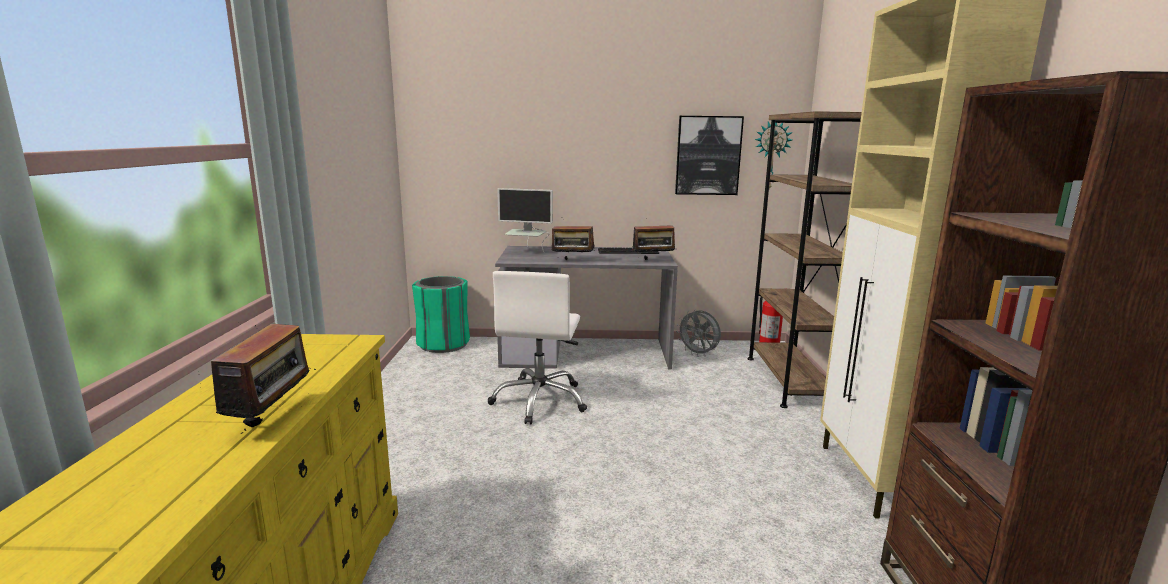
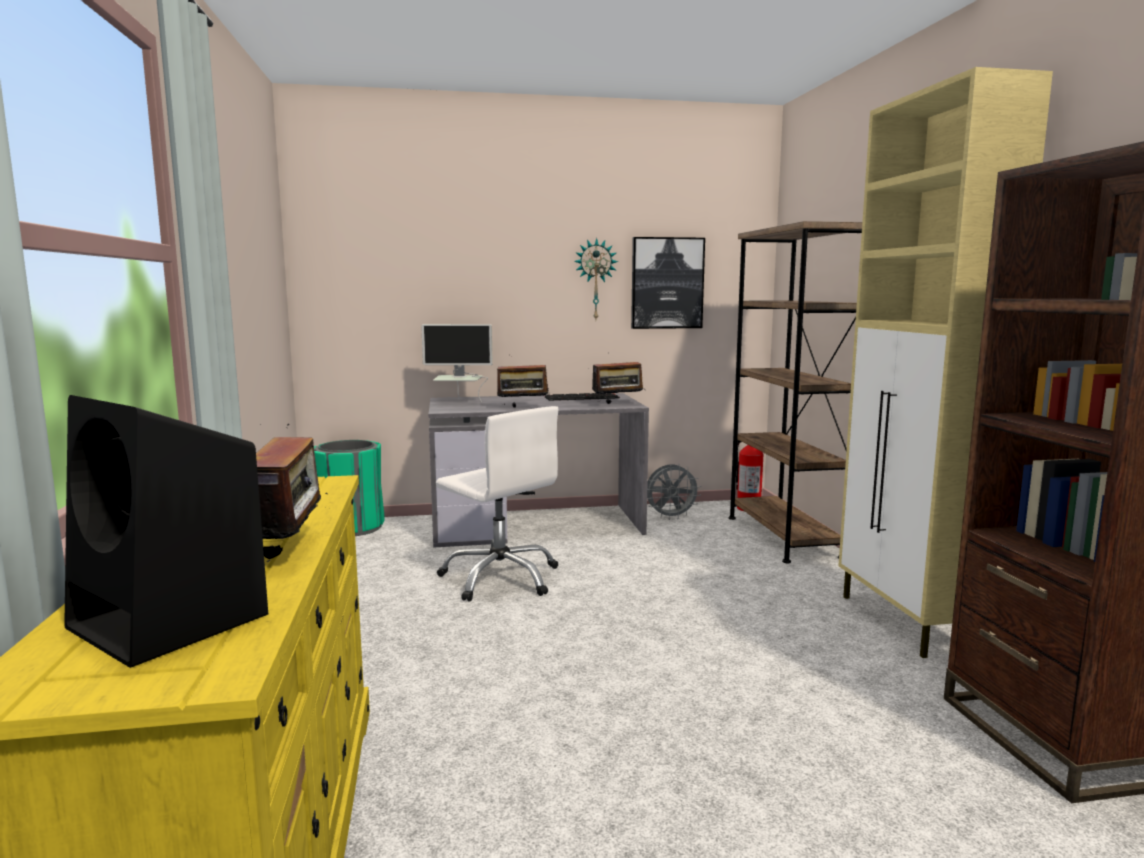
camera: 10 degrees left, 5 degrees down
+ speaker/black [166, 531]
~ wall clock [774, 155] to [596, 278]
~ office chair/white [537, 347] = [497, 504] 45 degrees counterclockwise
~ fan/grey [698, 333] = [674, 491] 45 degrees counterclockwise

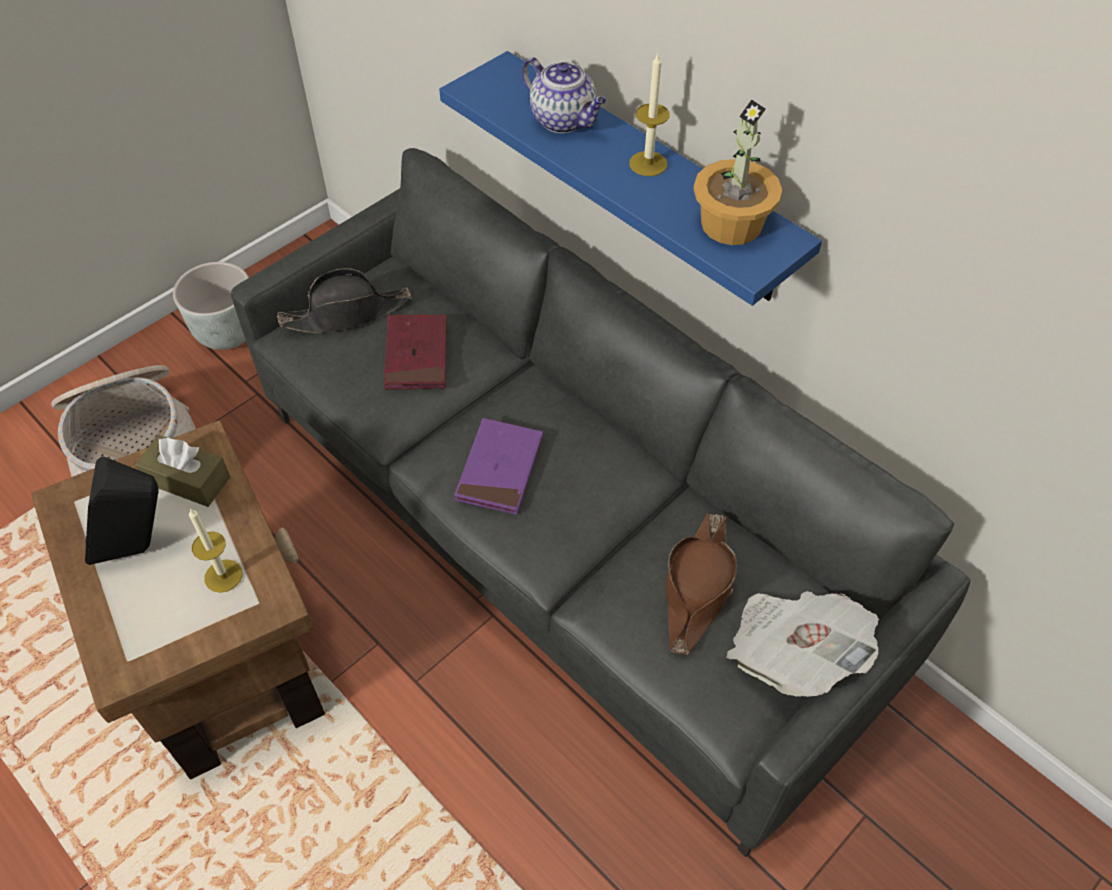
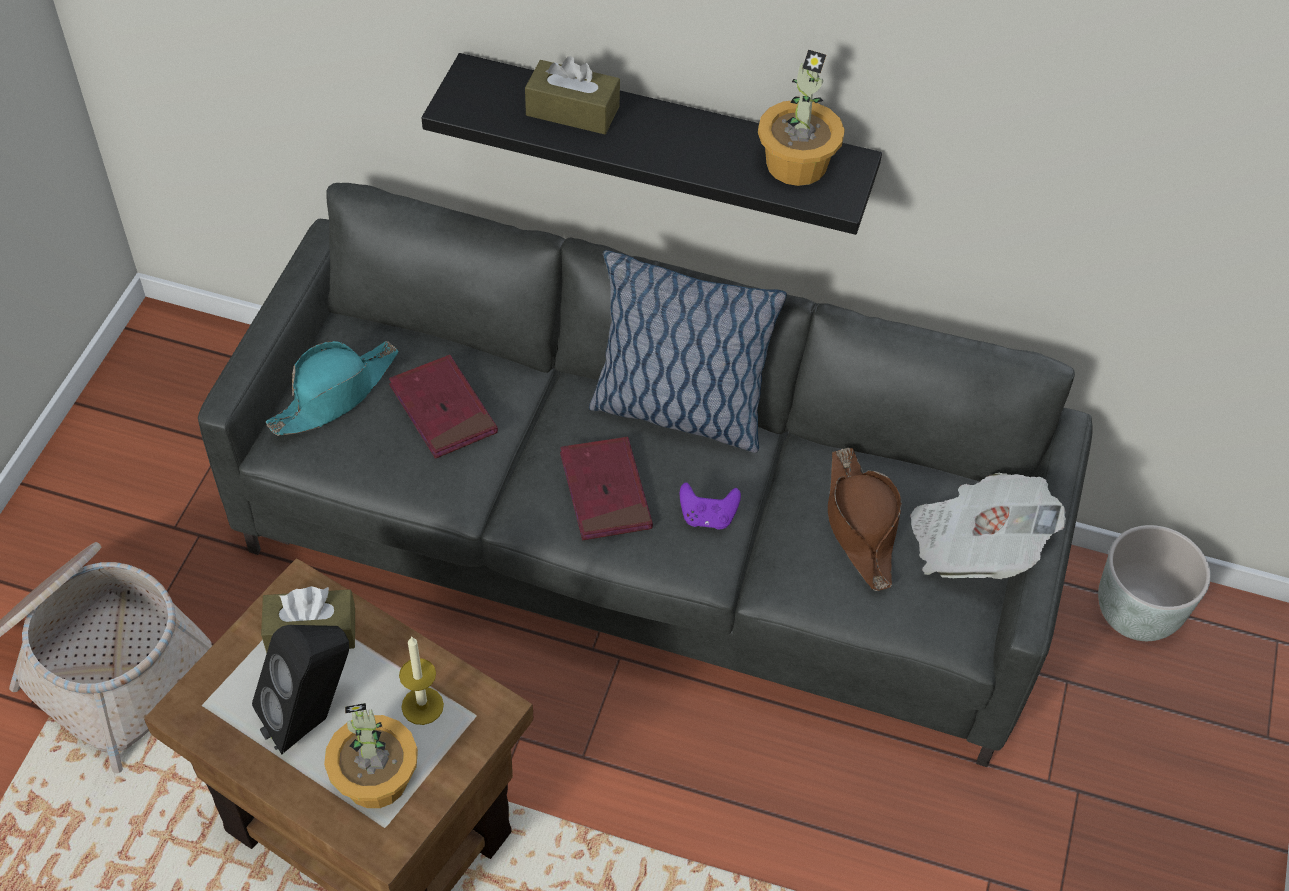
camera: 30 degrees left, 0 degrees up
- candle [649, 115]
+ potted plant [371, 755]
+ pillow [688, 351]
+ game controller/purple [710, 506]
~ planter/grey [211, 306] to [1154, 583]
~ teapot [564, 95] to tissue box/brown [572, 95]
~ hat/black [344, 300] to hat/turquoise [332, 388]
~ shelf/blue [630, 178] to shelf/black [652, 144]
~ book/purple [498, 466] to book/red [606, 488]

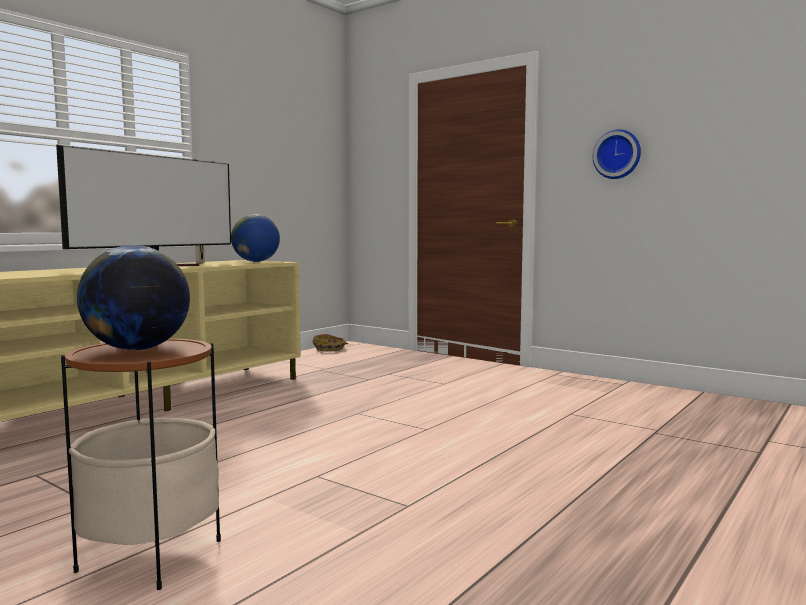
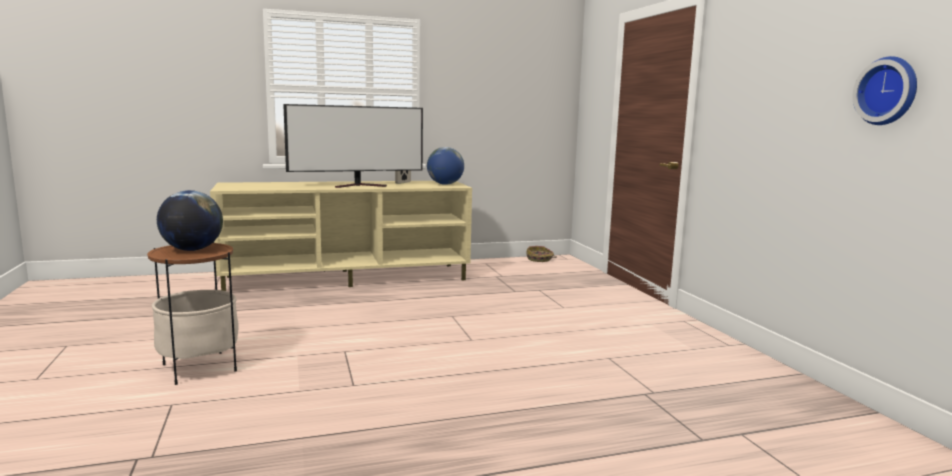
camera: 35 degrees right, 5 degrees up
~ wall clock [617, 154] to [884, 90]

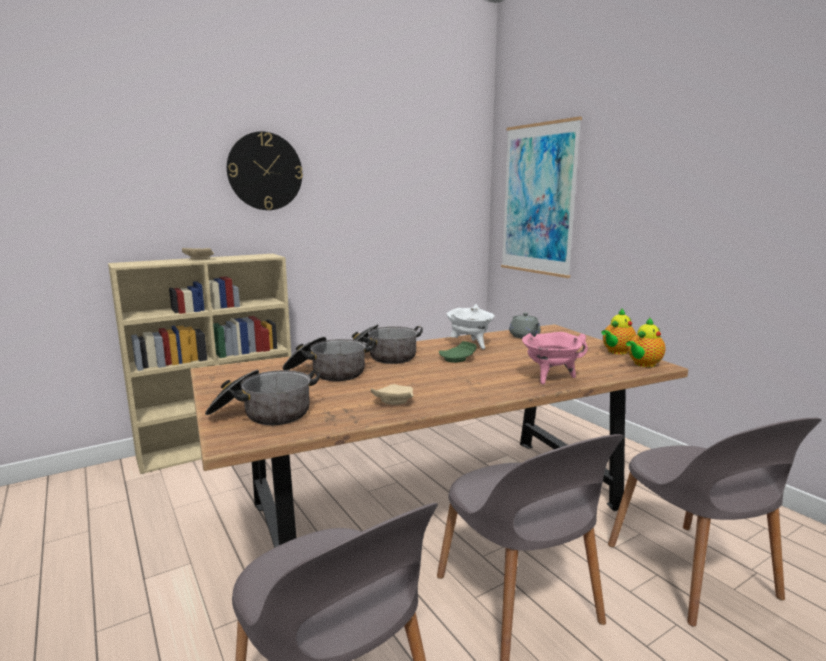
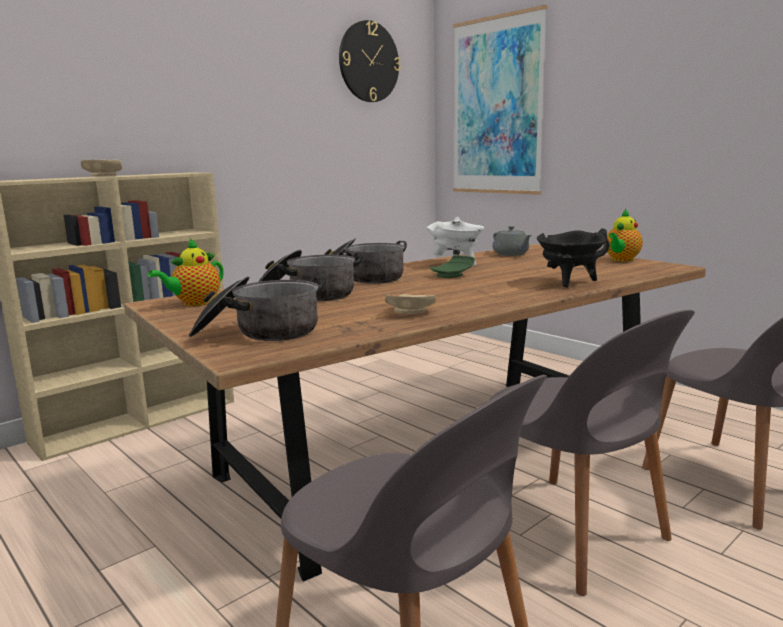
camera: 10 degrees left, 0 degrees up
~ wall clock [265, 170] to [369, 61]
~ teapot [645, 342] to [186, 272]
~ cooking pot/pink [555, 358] to cooking pot/black [573, 258]

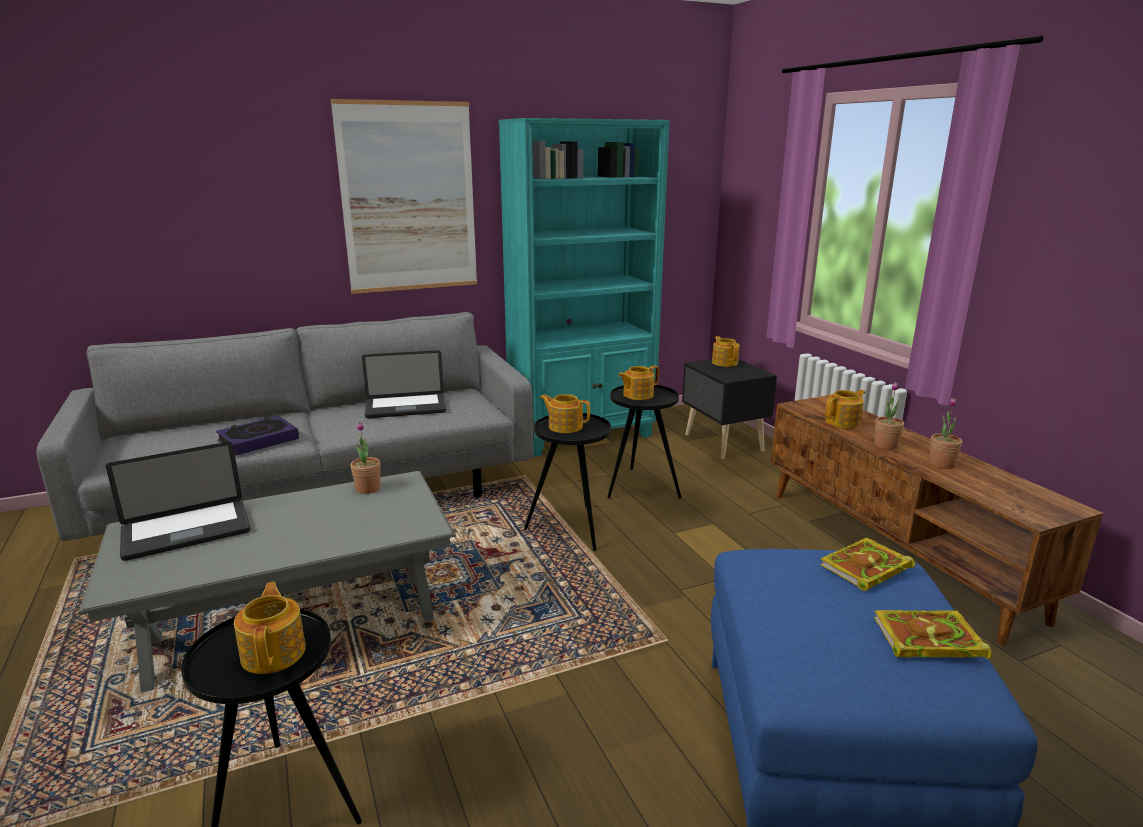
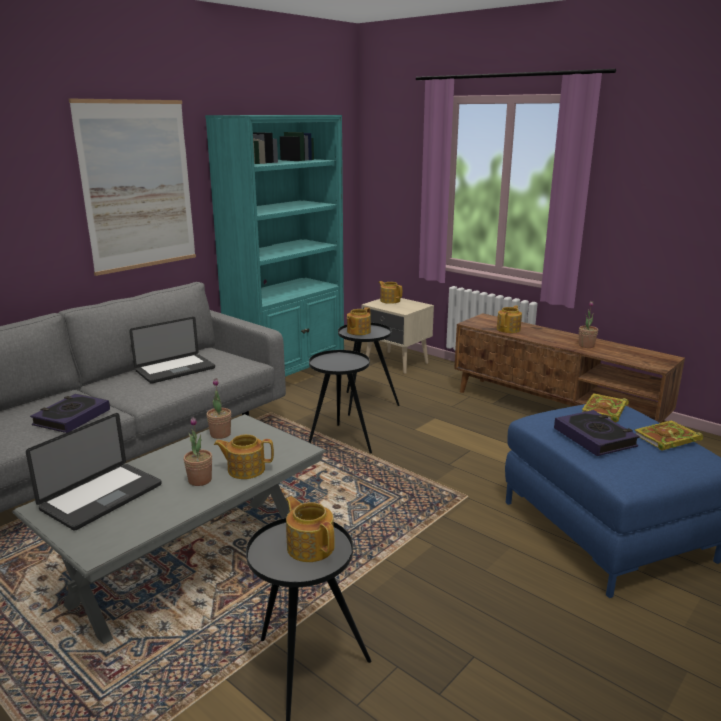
camera: 25 degrees left, 0 degrees up
+ book [597, 433]
~ teapot [565, 413] to [244, 456]
~ potted plant [889, 416] to [198, 451]
~ nightstand/black [729, 409] to nightstand/beige [397, 336]

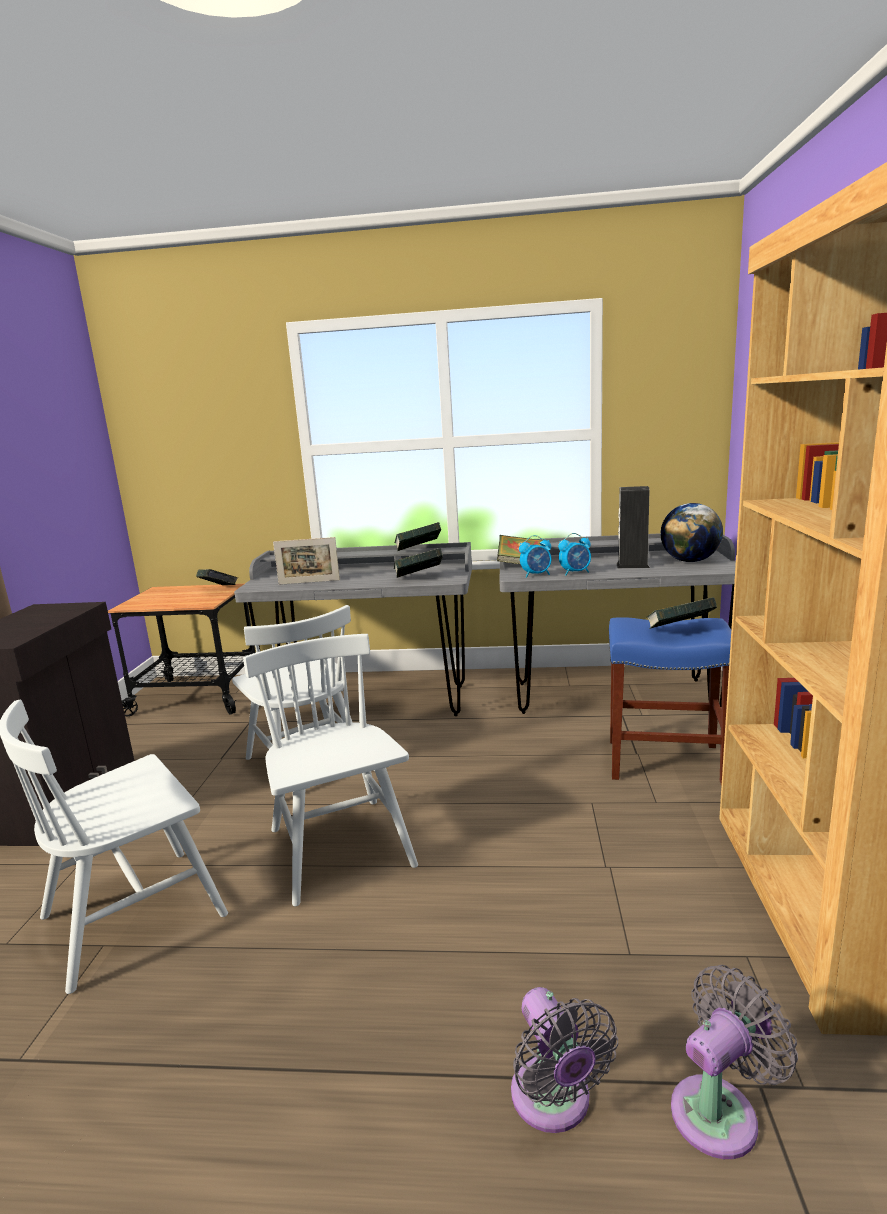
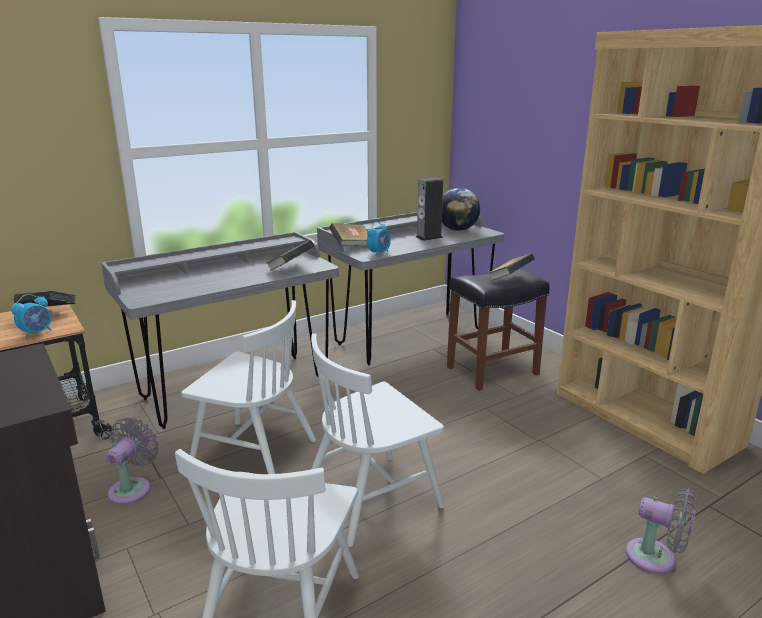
camera: 40 degrees left, 5 degrees up
- picture frame [306, 561]
- book [417, 536]
~ alarm clock [574, 554] to [31, 316]
~ fan/grey [734, 1062] to [132, 461]
~ stool/blue [670, 701] to stool/black [498, 330]
~ chair/white [330, 770] = [377, 440] 60 degrees counterclockwise

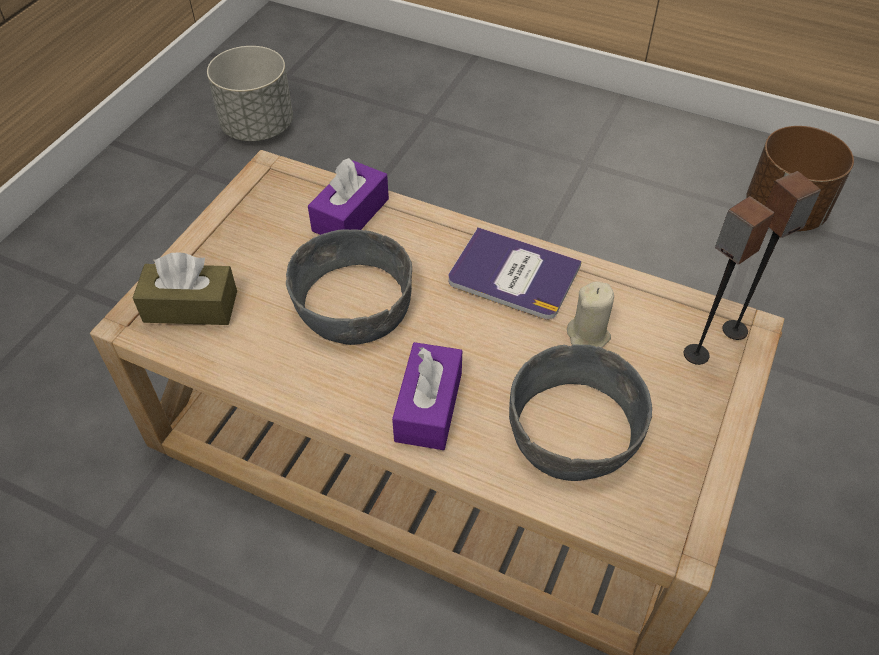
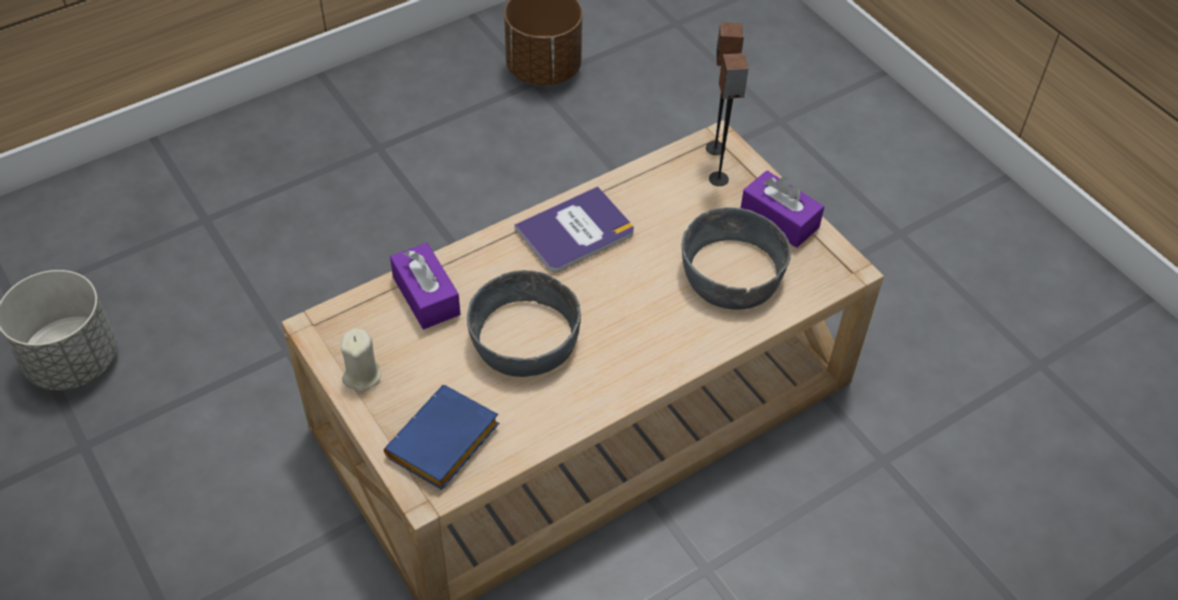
camera: 60 degrees left, 0 degrees up
~ tissue box/purple [427, 396] to [782, 209]
~ candle/beige [590, 314] to [361, 360]
~ tissue box/brown [185, 289] to book/blue [442, 437]

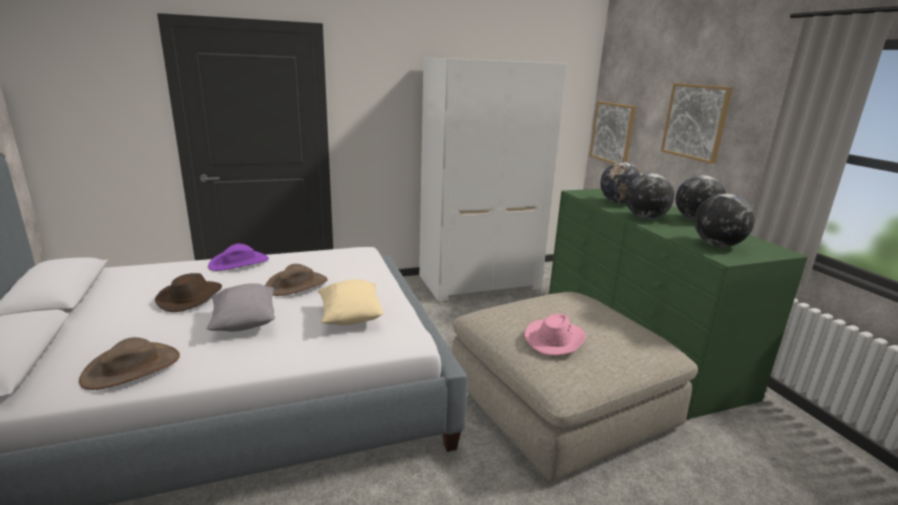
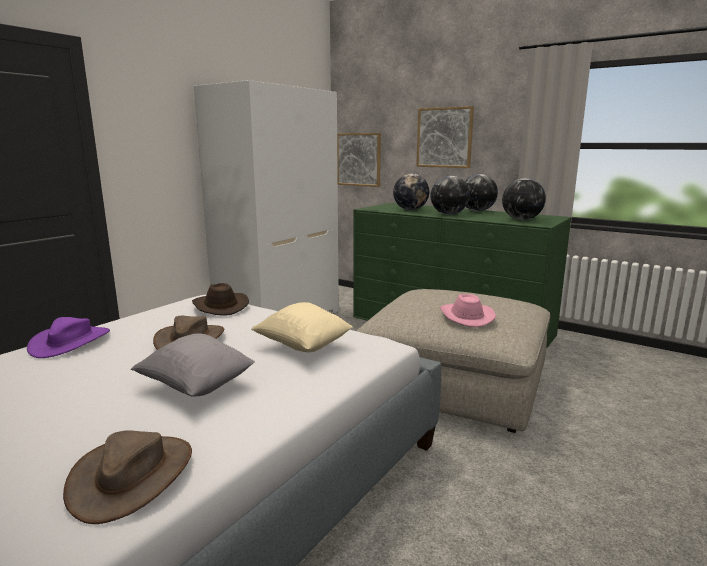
camera: 35 degrees left, 5 degrees down
~ hat/brown [188, 292] to [220, 299]

